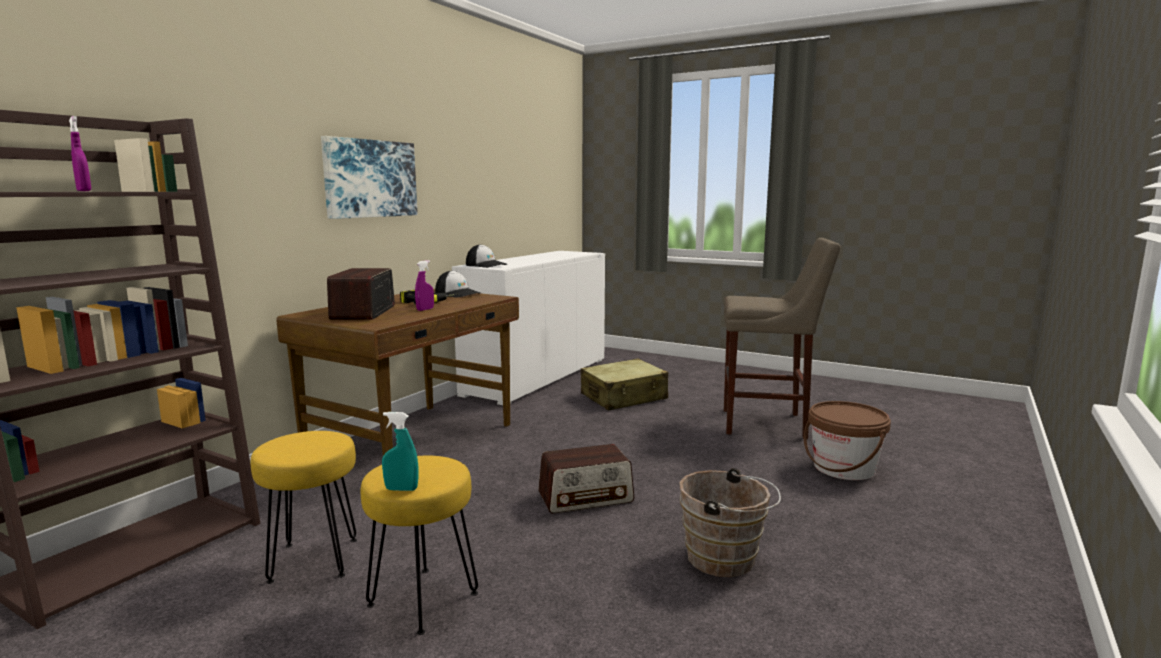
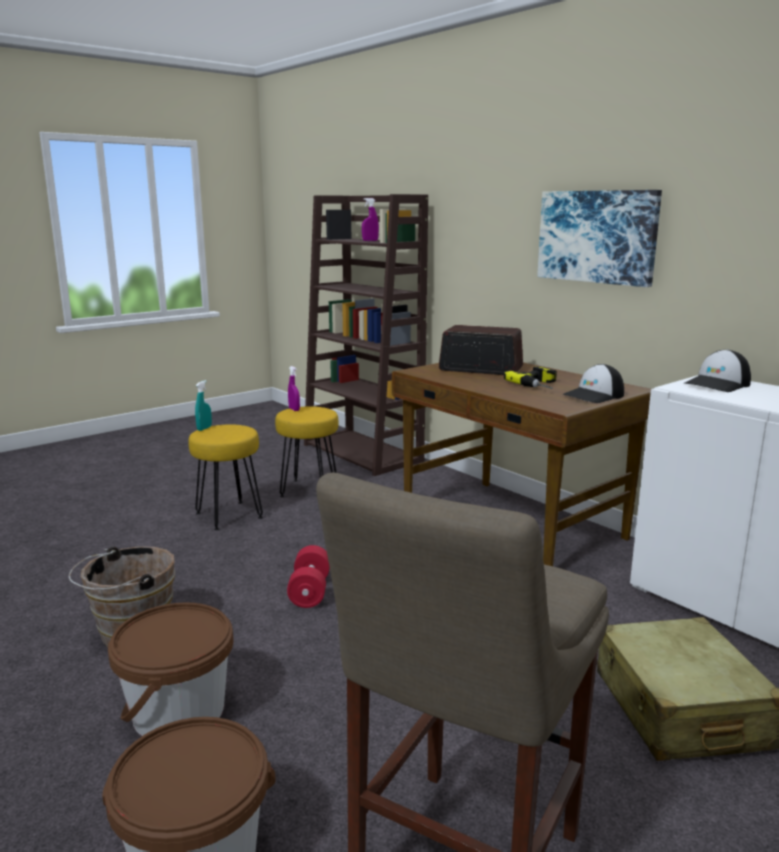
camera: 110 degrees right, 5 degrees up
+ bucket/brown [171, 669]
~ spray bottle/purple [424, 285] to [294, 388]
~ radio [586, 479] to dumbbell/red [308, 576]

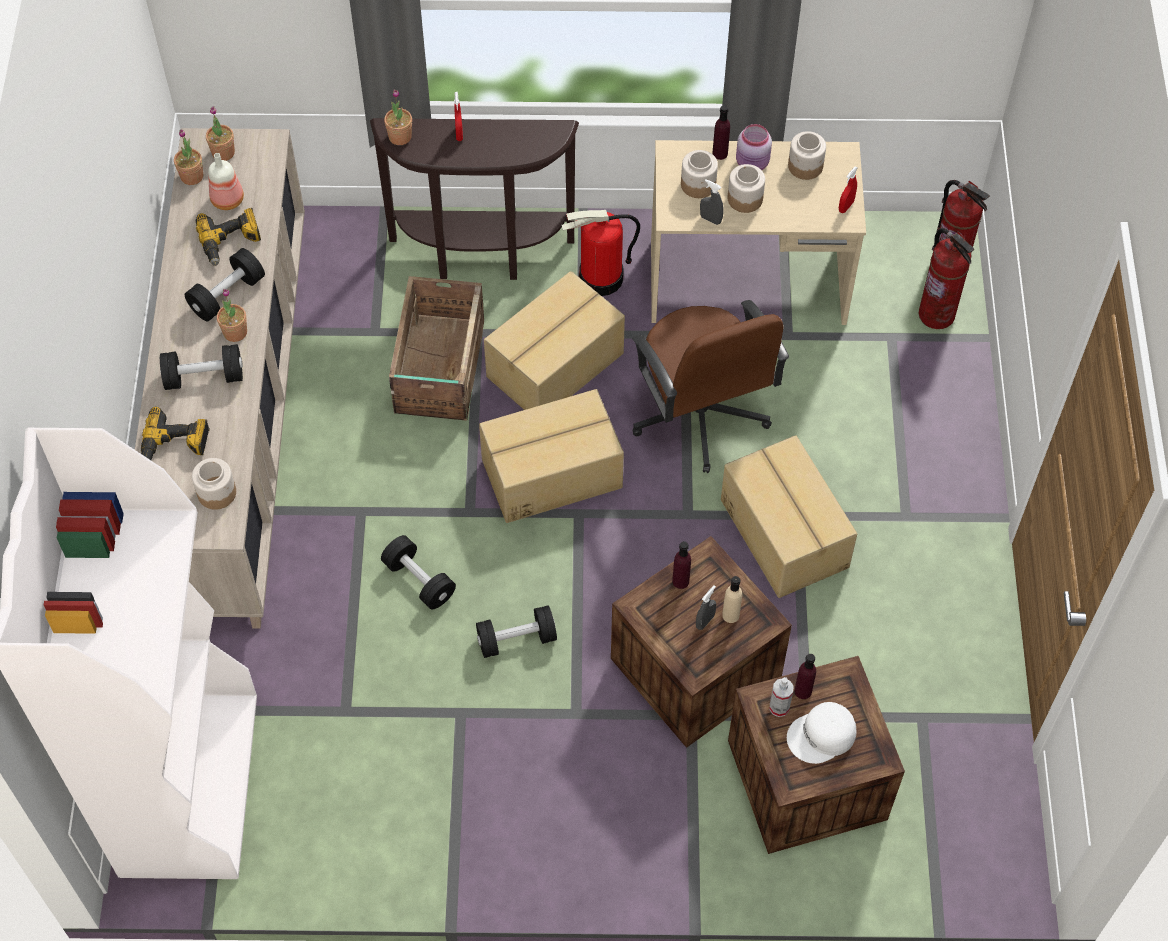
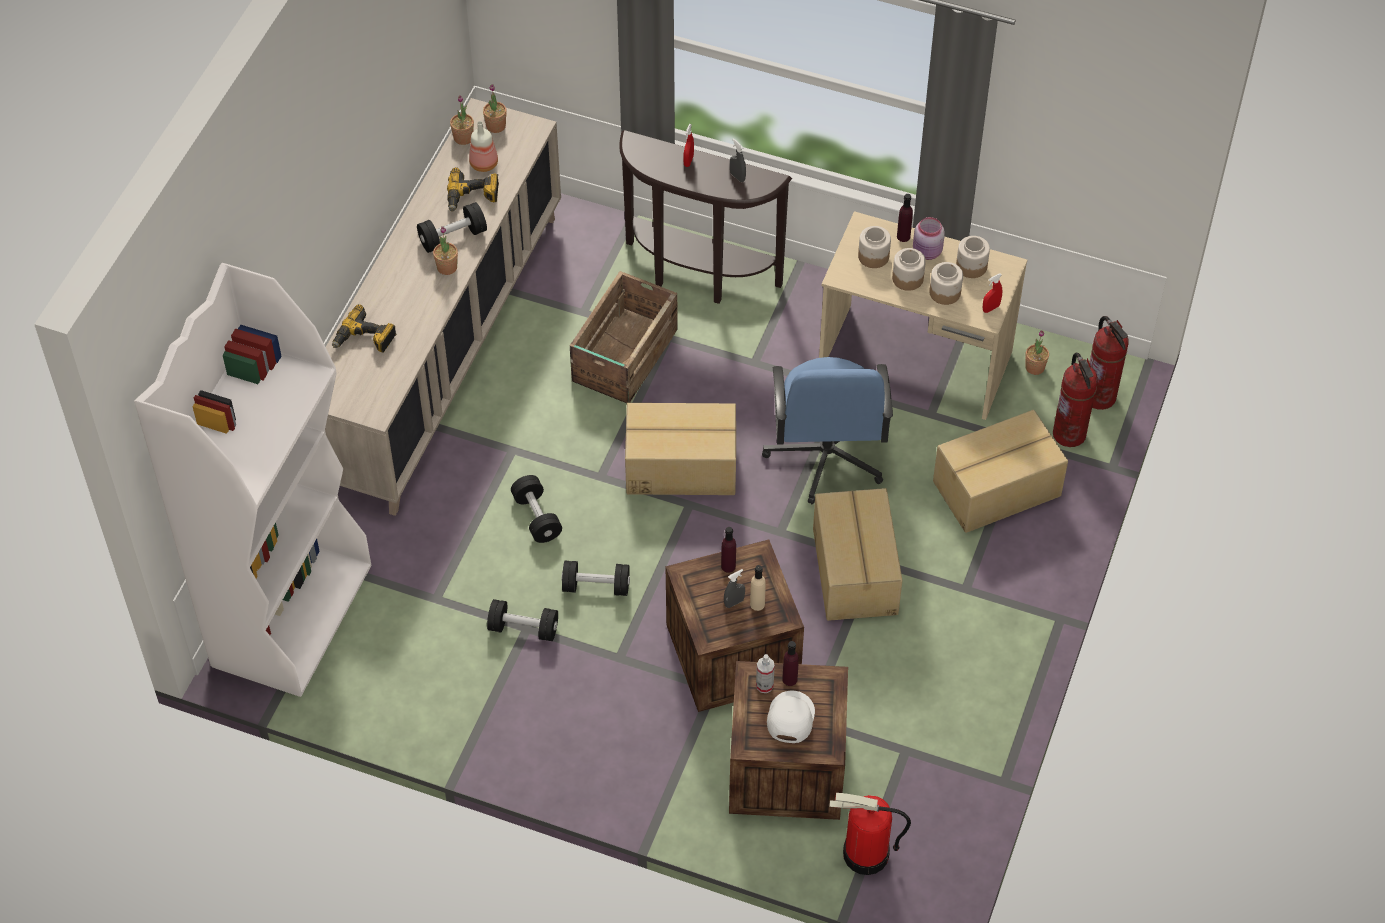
camera: 20 degrees right, 5 degrees down
~ dumbbell/black [201, 367] to [522, 620]
~ jar [214, 484] to [946, 283]
~ potted plant [398, 117] to [1037, 352]
~ cardboard box [554, 340] to [1000, 471]
~ fire extinguisher [600, 253] to [870, 834]
~ spray bottle/grey [711, 202] to [738, 160]
~ office chair/brown [710, 386] to office chair/blue [827, 430]
~ cap/white [821, 733] = [791, 717] 105 degrees clockwise

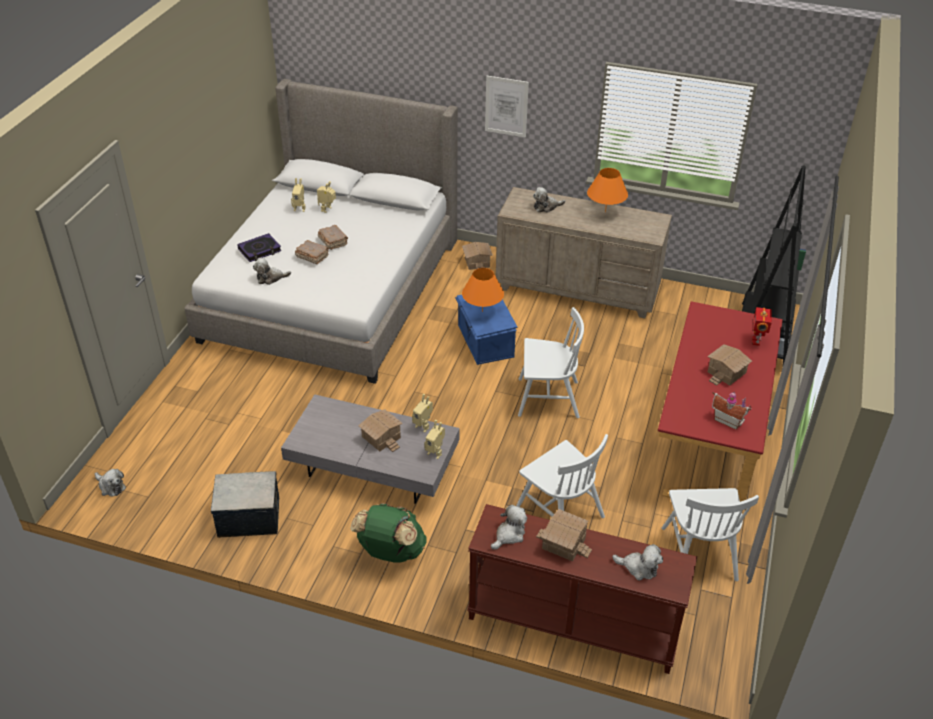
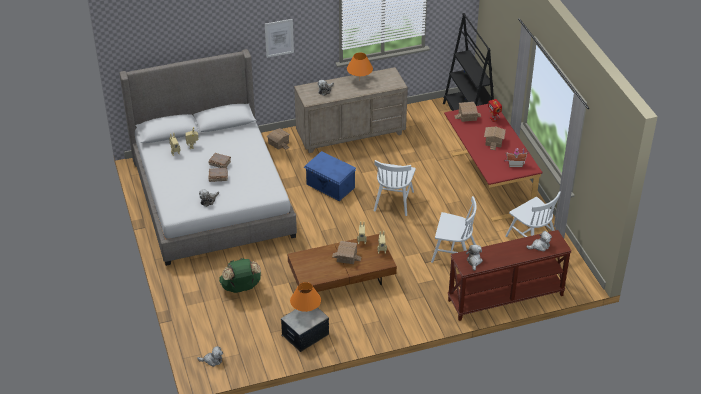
camera: 35 degrees left, 0 degrees up
- book [259, 247]
~ backpack/green [388, 533] to [240, 275]
~ table lamp/orange [483, 290] to [305, 297]
~ toy house [564, 535] to [467, 112]
~ coffee table/grey [370, 449] to coffee table/brown [342, 263]
~ chair/white [551, 362] = [395, 188] 135 degrees clockwise

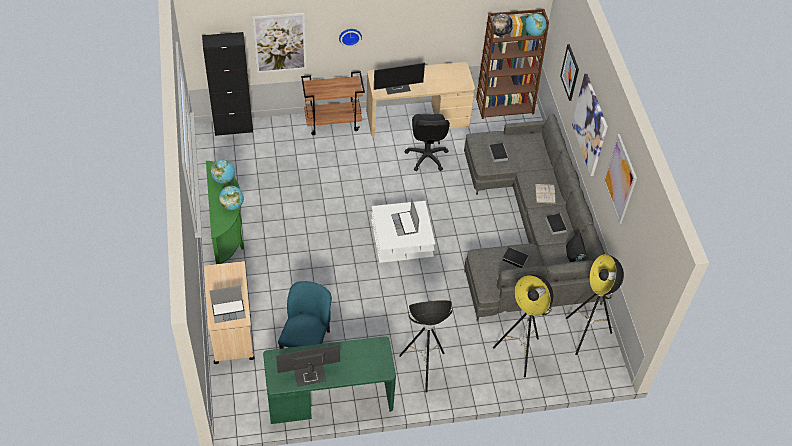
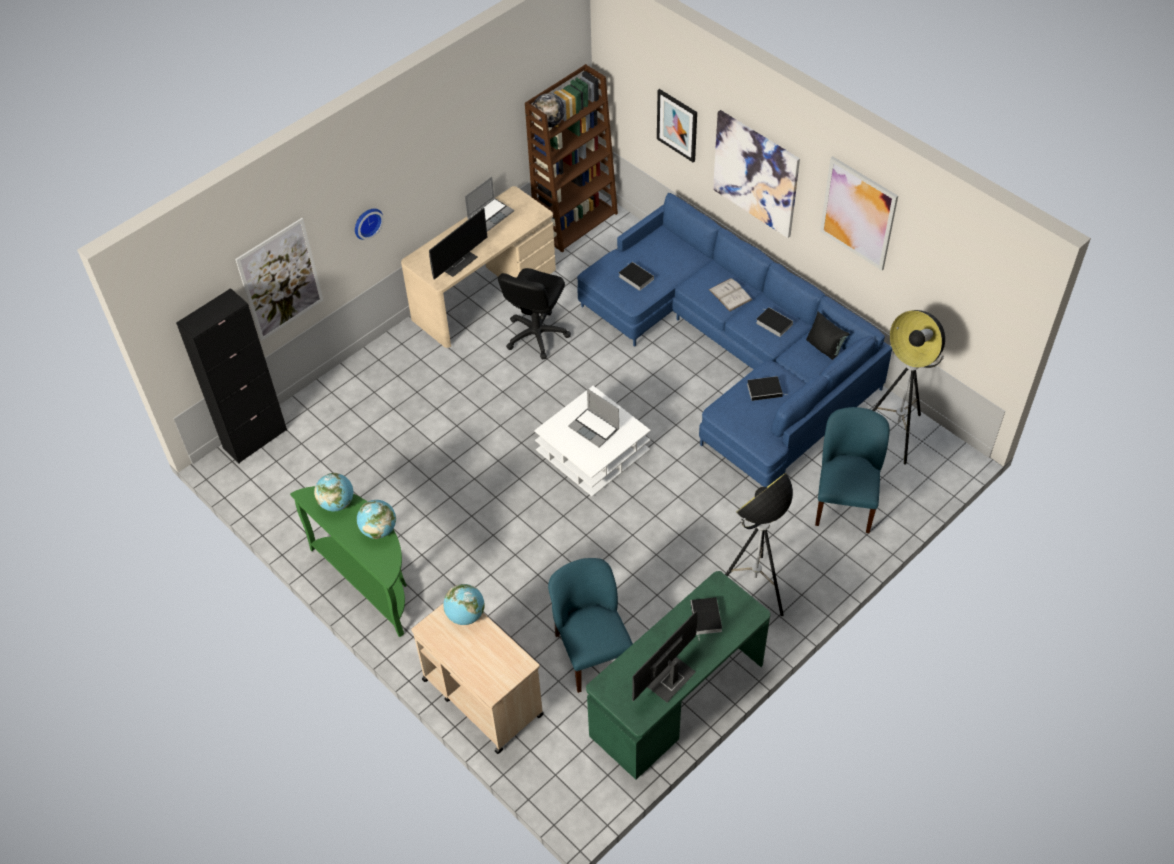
camera: 30 degrees left, 0 degrees up
- cart/brown [333, 103]
+ book [706, 618]
~ laptop [227, 304] to [489, 203]
~ globe [536, 24] to [464, 604]
~ floor lamp [523, 326] to chair/blue [852, 470]
~ sofa/grey [534, 217] to sofa/blue [734, 340]
~ office chair/black [427, 142] = [534, 314] 60 degrees clockwise

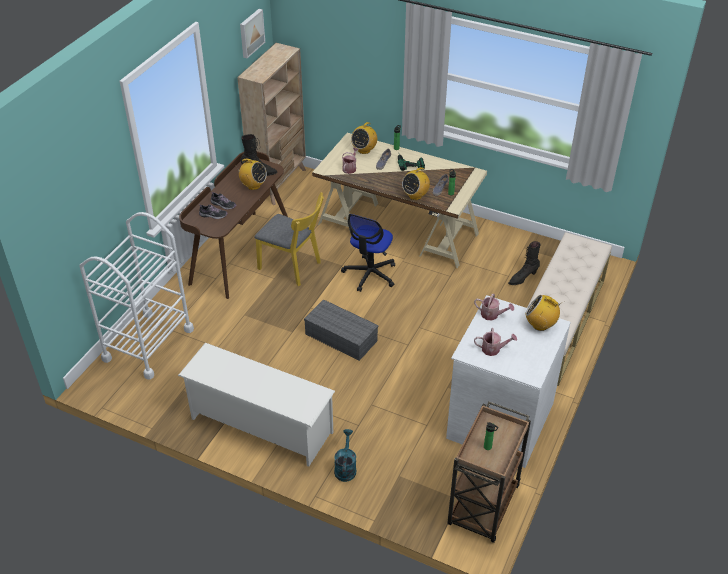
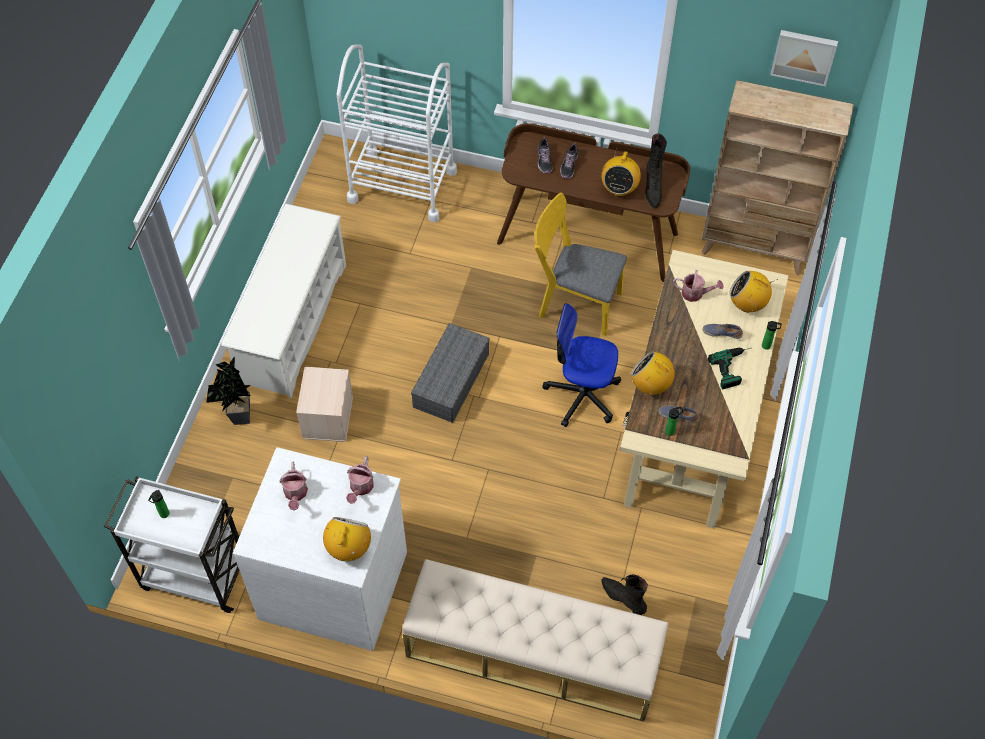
camera: 80 degrees right, 15 degrees up
+ storage box/beige [324, 404]
~ watering can/turquoise [345, 455] to potted plant [228, 391]
~ cart/brown [489, 472] to cart/white [171, 544]
~ chair/yellow [289, 239] = [581, 264] 90 degrees clockwise

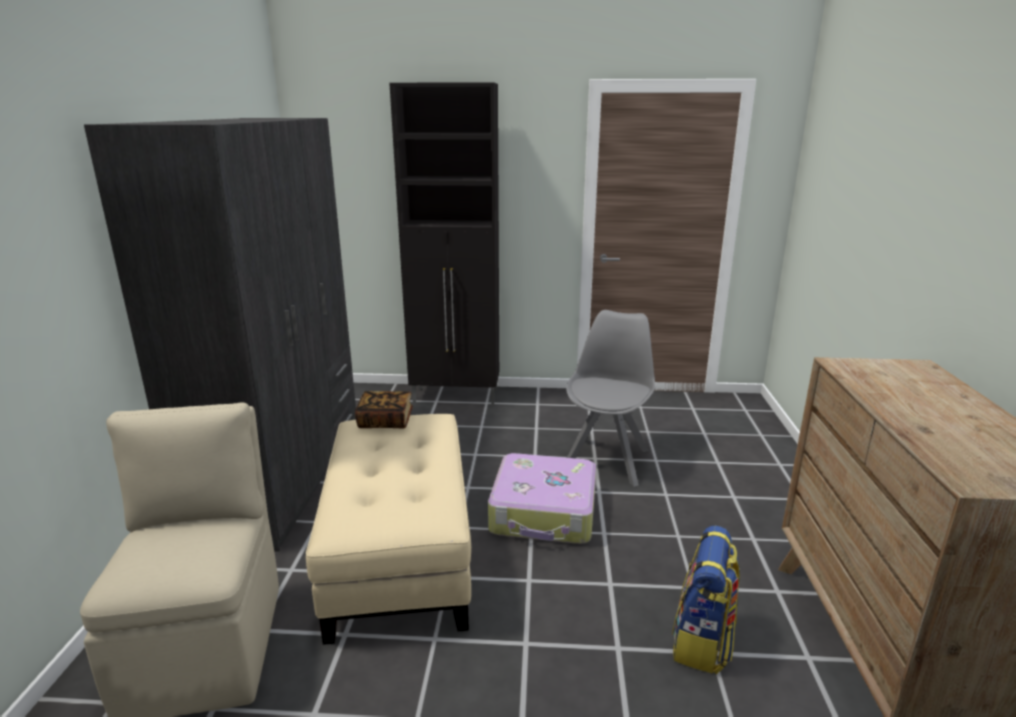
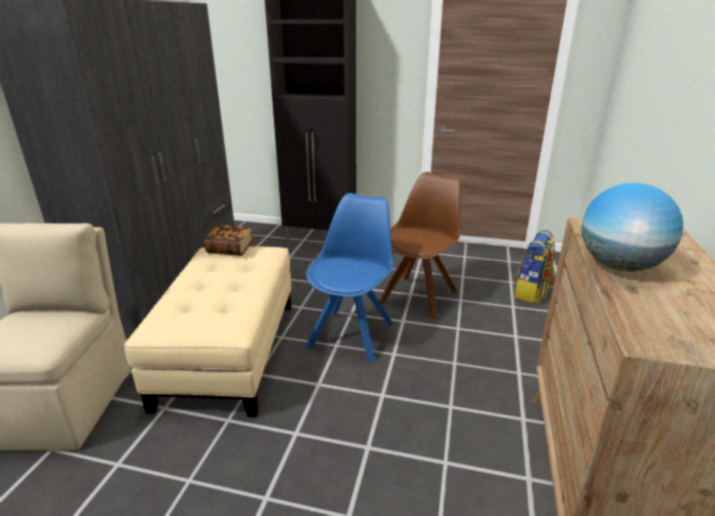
camera: 10 degrees right, 5 degrees up
+ globe [632, 227]
~ backpack [706, 599] to [534, 266]
~ suitcase [542, 498] to chair/blue [350, 278]
~ chair/grey [610, 398] to chair/brown [420, 246]

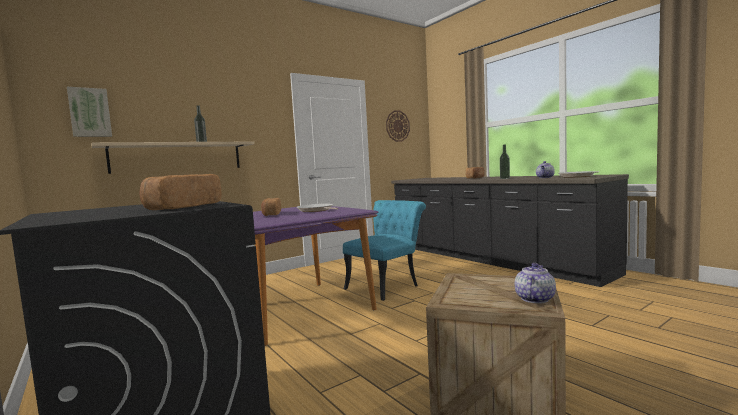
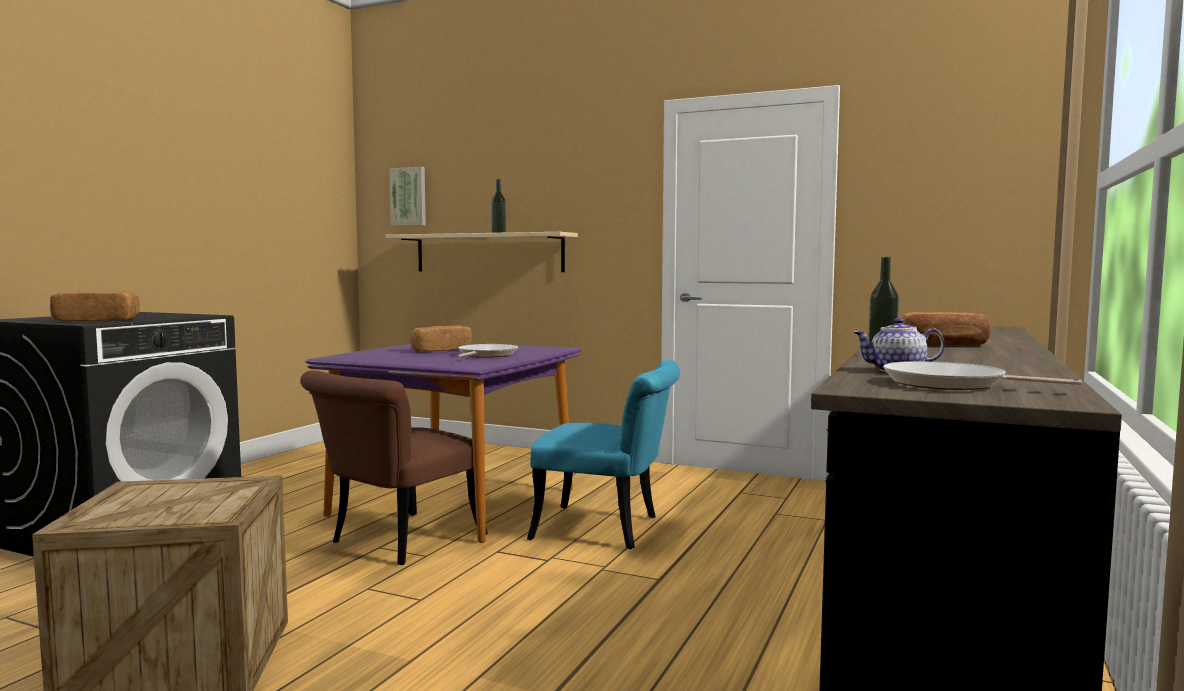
camera: 60 degrees right, 0 degrees up
- wall clock [398, 126]
- teapot [535, 283]
+ chair/brown [394, 467]

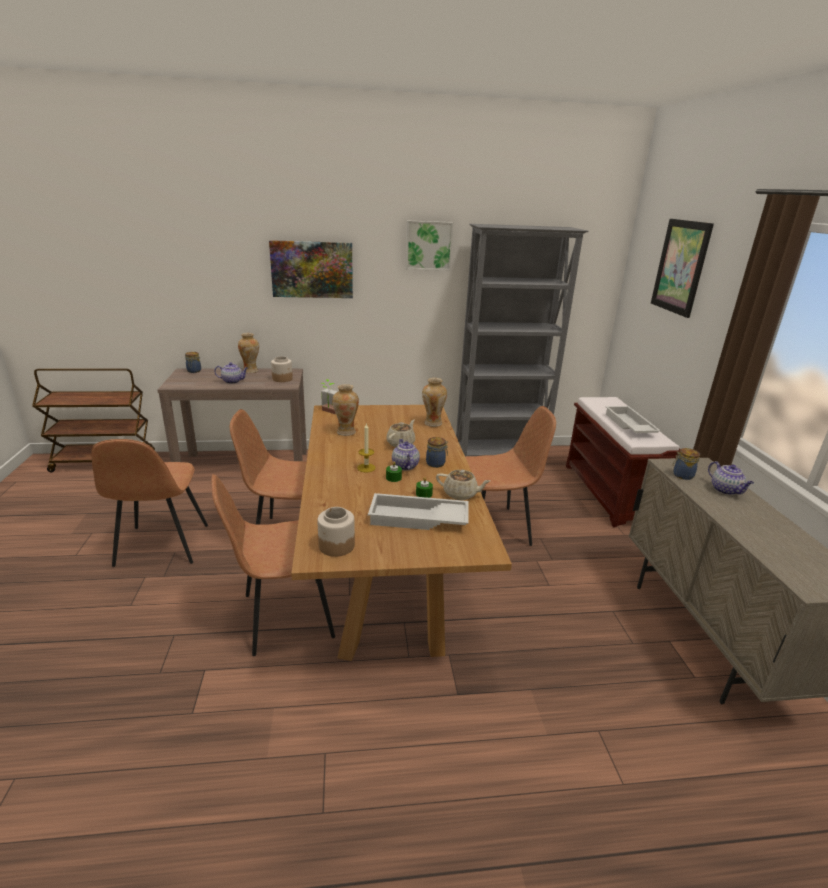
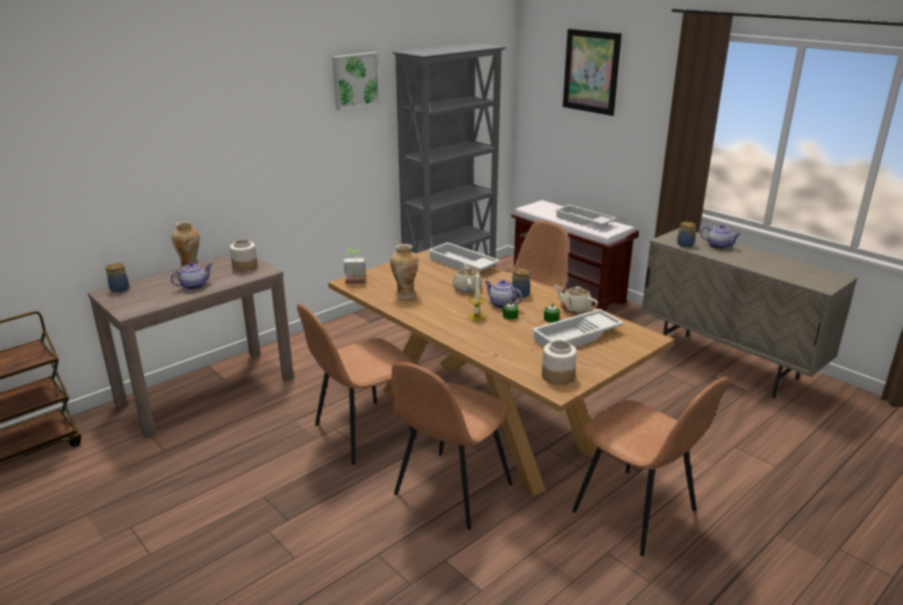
camera: 35 degrees left, 0 degrees up
- picture [311, 269]
~ chair/brown [149, 503] to [650, 466]
~ vase [434, 402] to tray/white [464, 256]
~ teapot/beige [463, 484] = [576, 299] 120 degrees counterclockwise

